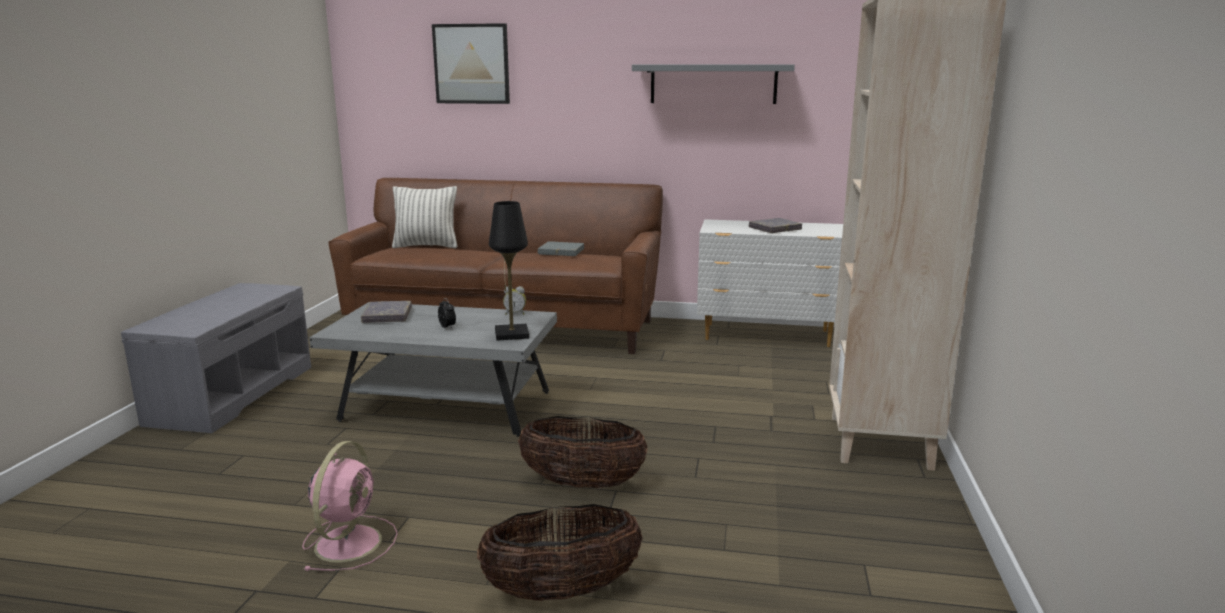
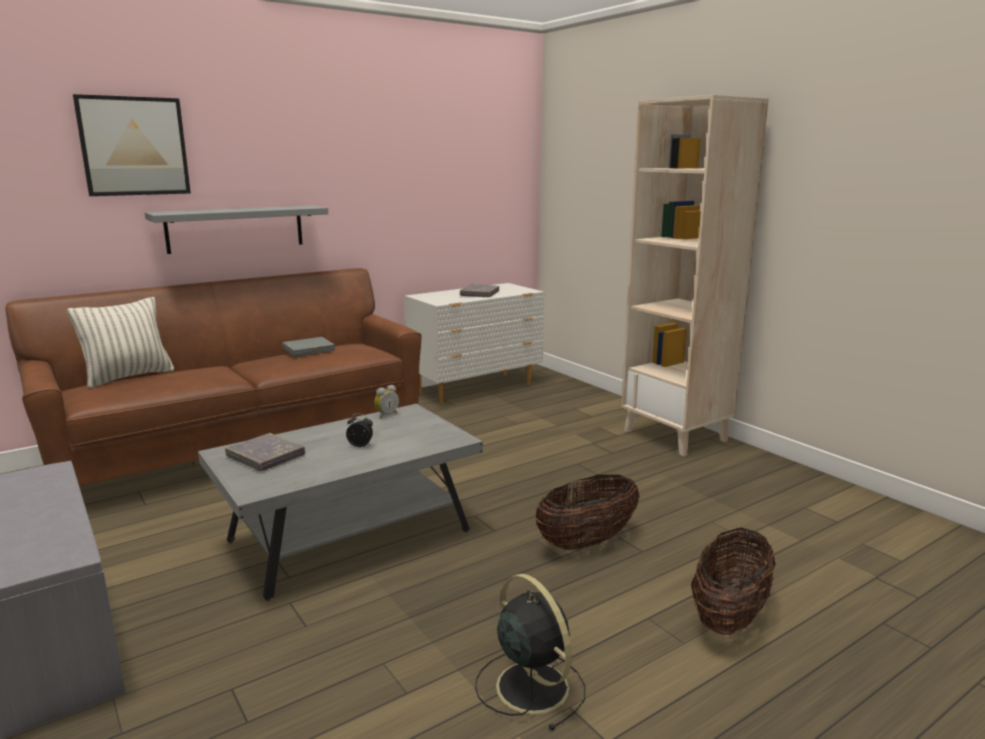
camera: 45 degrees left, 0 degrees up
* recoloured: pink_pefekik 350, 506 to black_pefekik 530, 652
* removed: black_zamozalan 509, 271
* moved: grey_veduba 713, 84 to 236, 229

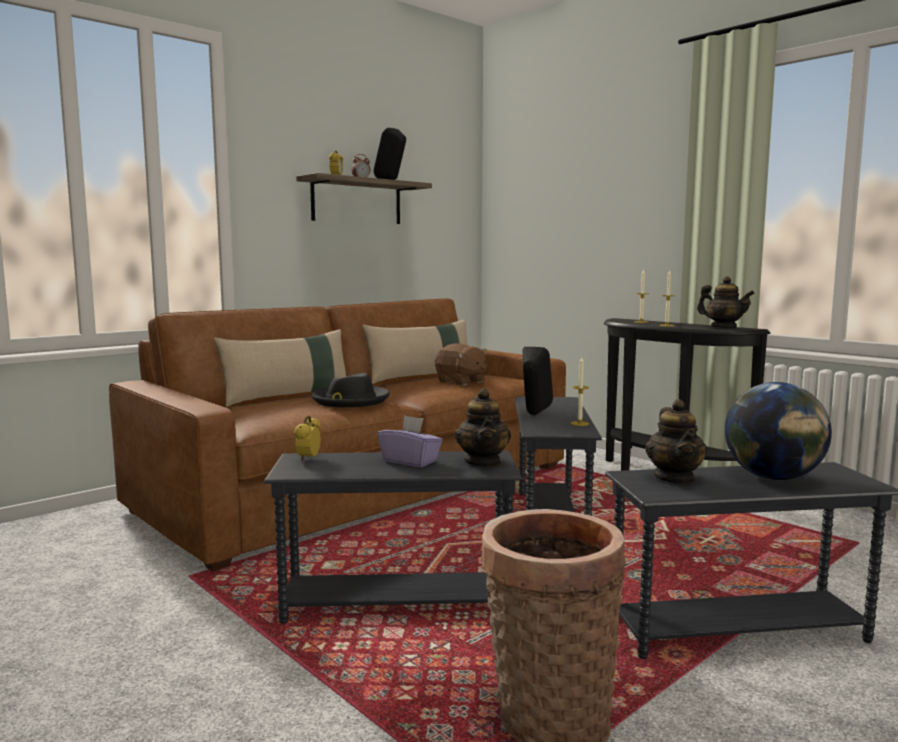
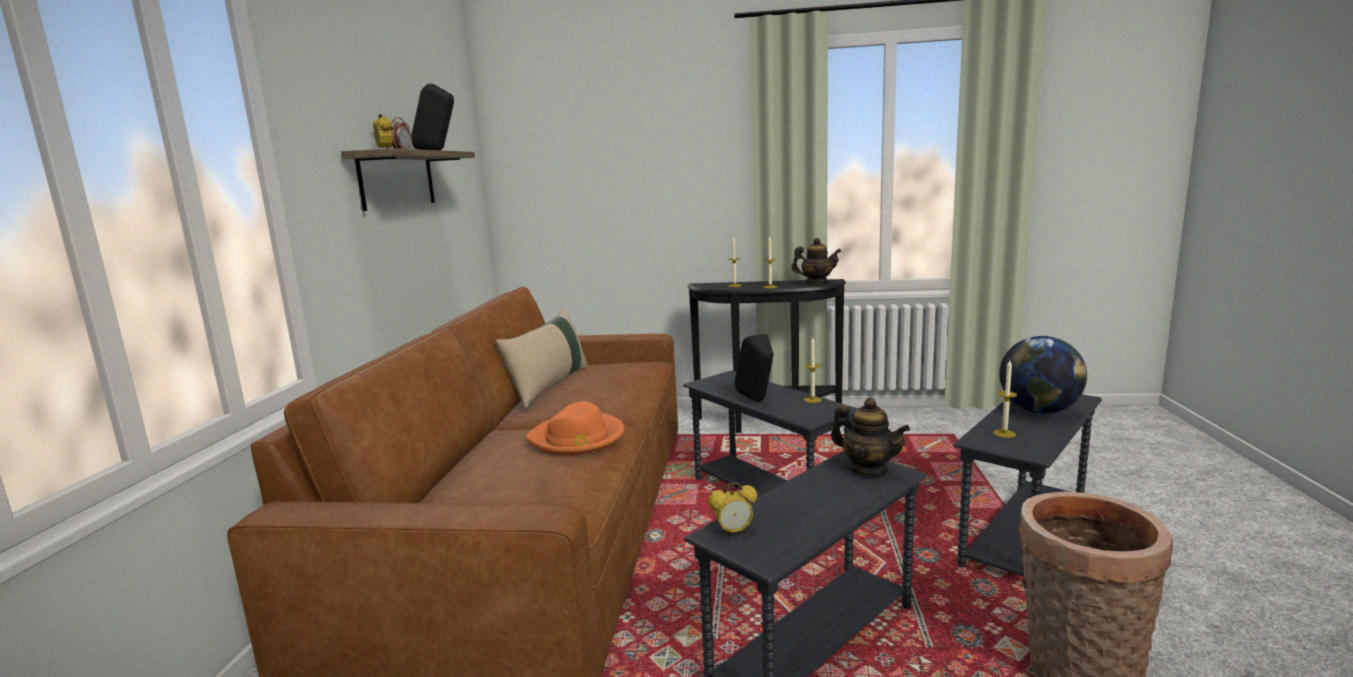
camera: 40 degrees left, 5 degrees up
* removed: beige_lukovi 279, 368
* turned: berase 307, 438 = 732, 509 75 degrees counterclockwise
* recoloured: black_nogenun 351, 390 to orange_nogenun 574, 428
* removed: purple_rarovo 410, 441
* removed: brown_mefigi 461, 364
* replaced: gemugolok 676, 441 to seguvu 1005, 399

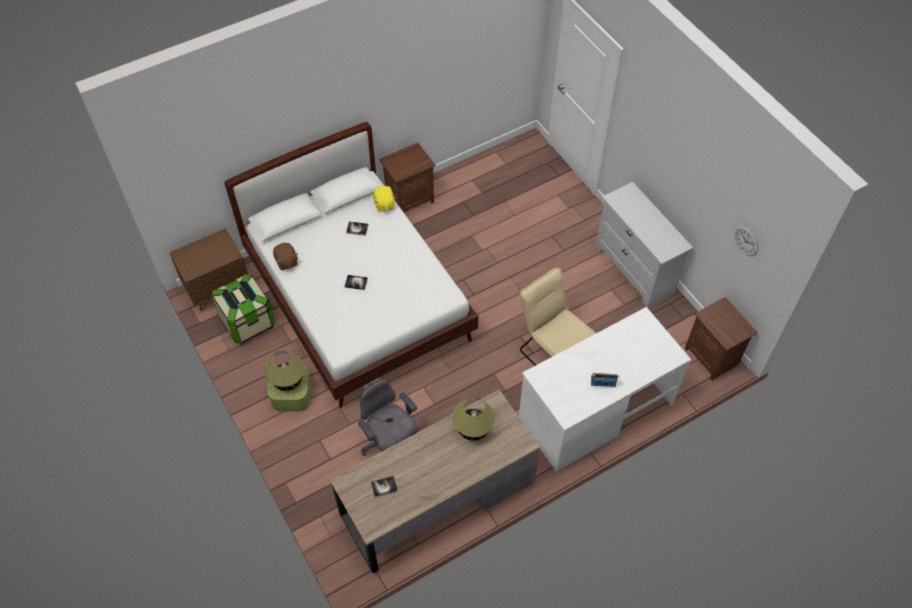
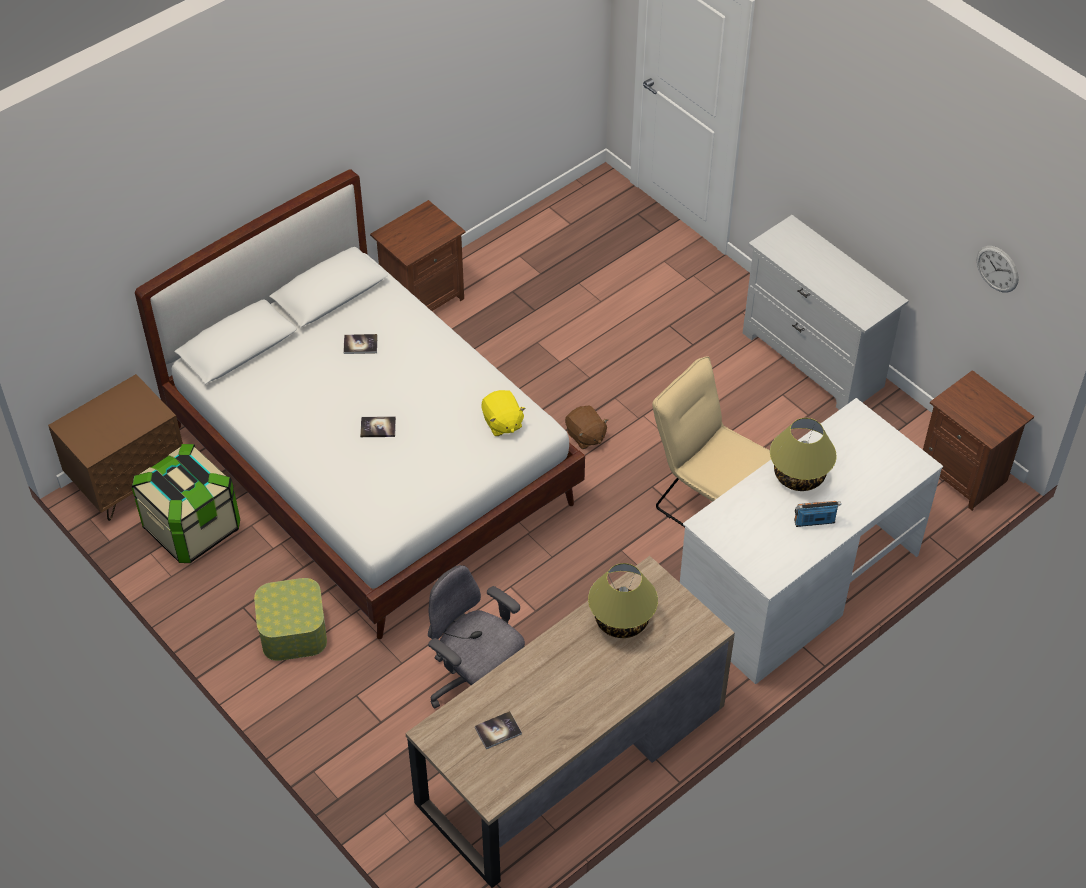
camera: 10 degrees left, 5 degrees down
* moved: zamozalan 284, 371 to 803, 454
* moved: brown_mefigi 285, 256 to 586, 427
* moved: yellow_mefigi 384, 199 to 503, 413

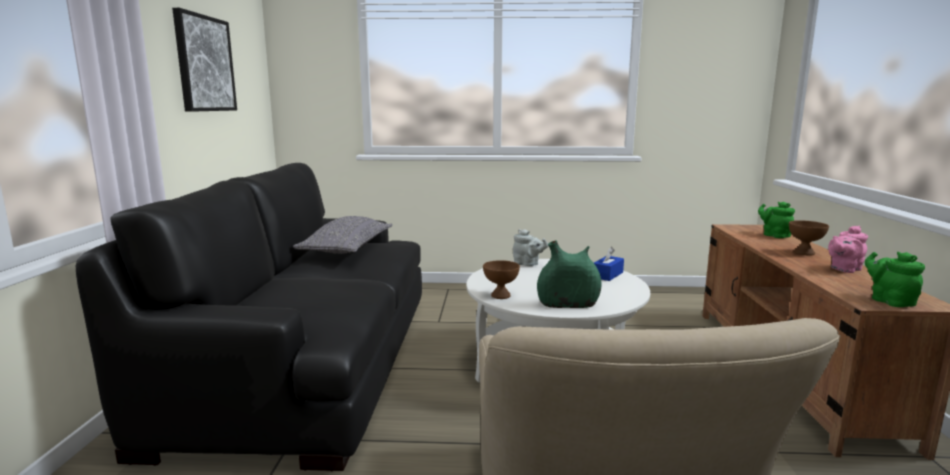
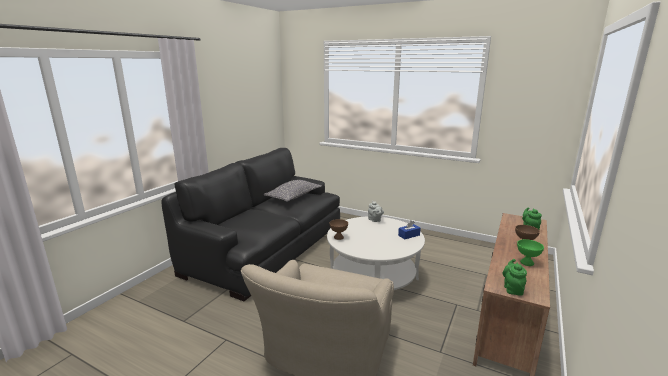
camera: 25 degrees right, 5 degrees up
* removed: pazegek 204, 60
* removed: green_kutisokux 569, 274
* replaced: pink_gemugolok 848, 249 to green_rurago 530, 252

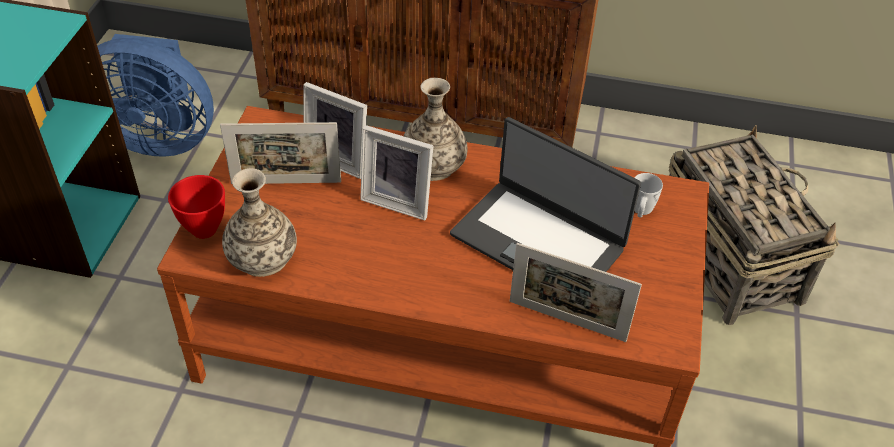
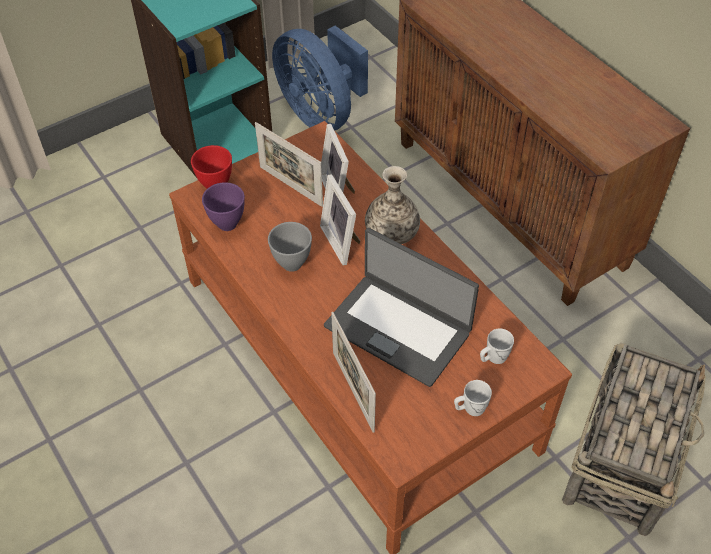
camera: 45 degrees right, 5 degrees up
* replaced: kutisokux 259, 222 to purple_rurago 223, 206
* turned: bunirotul 545, 194 = 401, 307 45 degrees counterclockwise
* added: grey_rurago 290, 247
* added: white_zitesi 473, 398

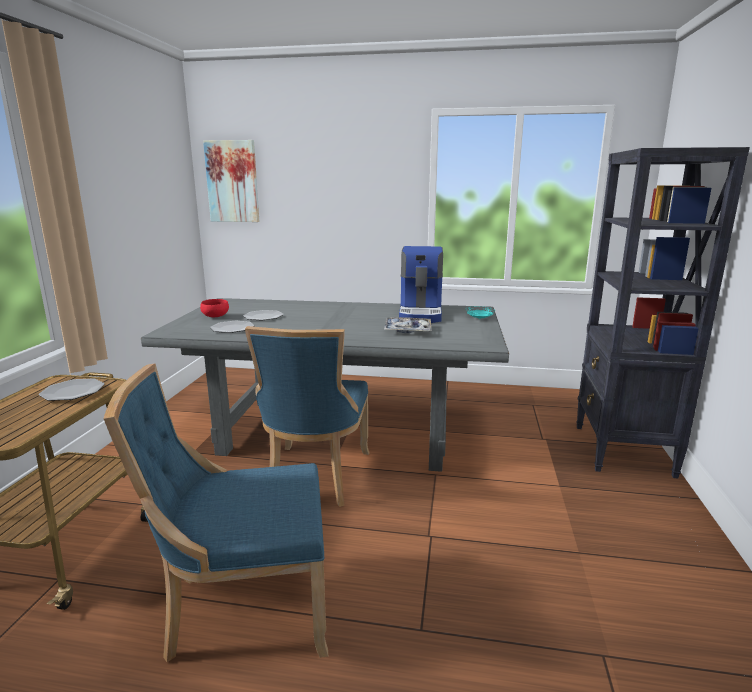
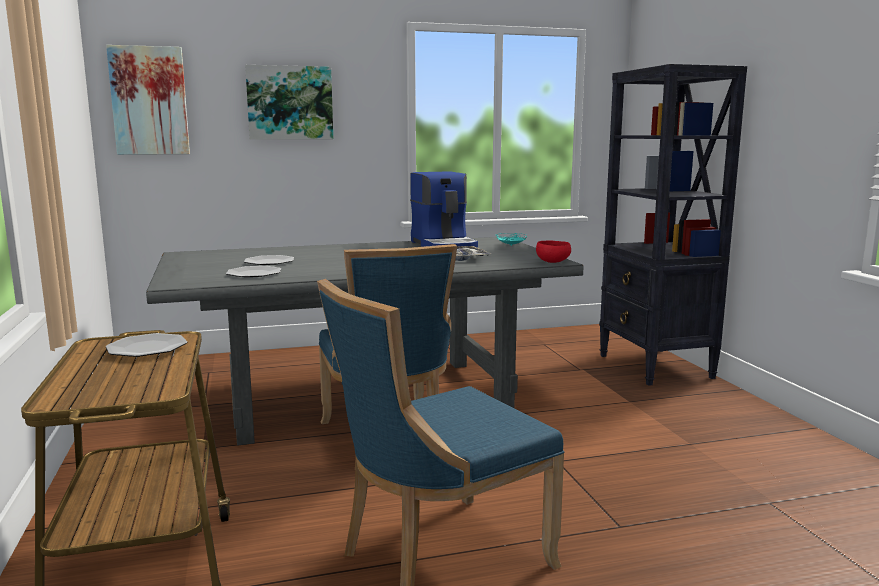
camera: 25 degrees left, 5 degrees down
* moved: red_rurago 214, 308 to 553, 251
* added: pazegek 289, 102

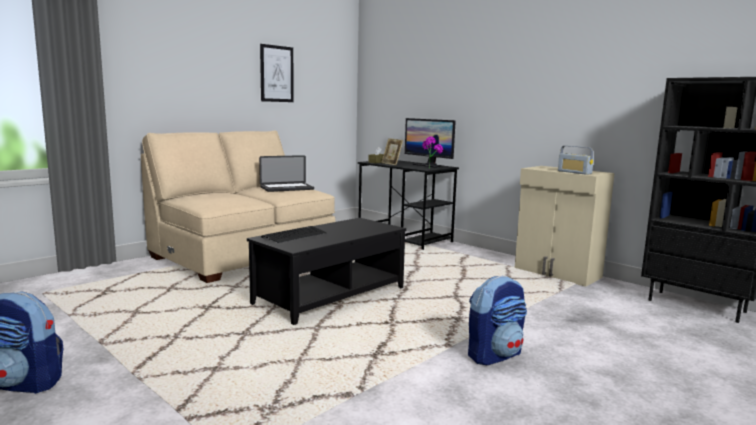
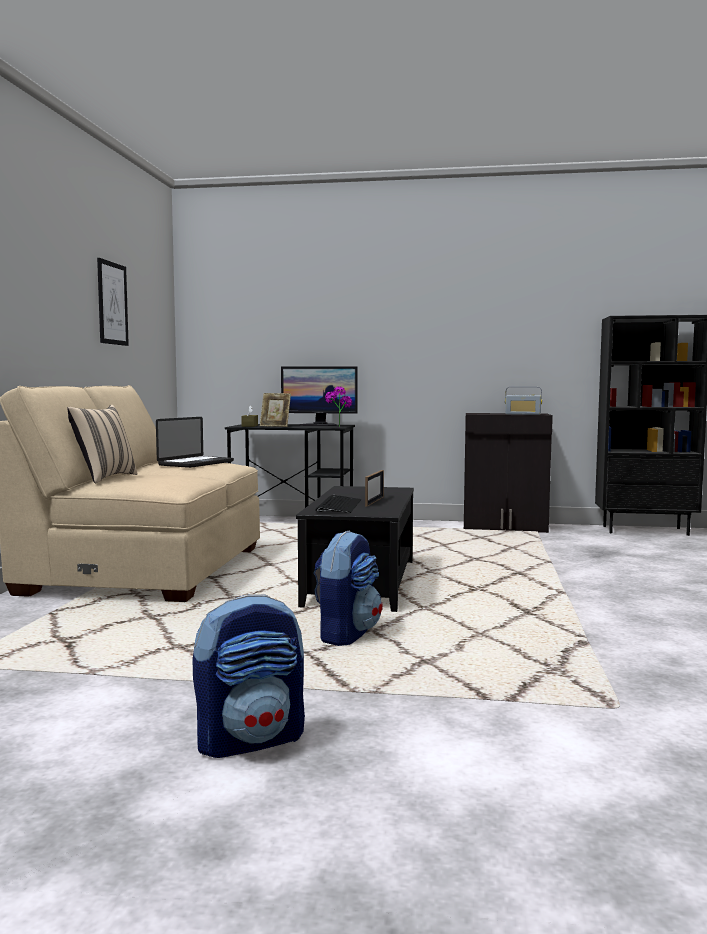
camera: 35 degrees left, 5 degrees down
* moved: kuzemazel 497, 320 to 347, 588
* recoloured: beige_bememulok 564, 226 to black_bememulok 508, 473
* added: beige_lukovi 102, 444
* added: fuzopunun 374, 488

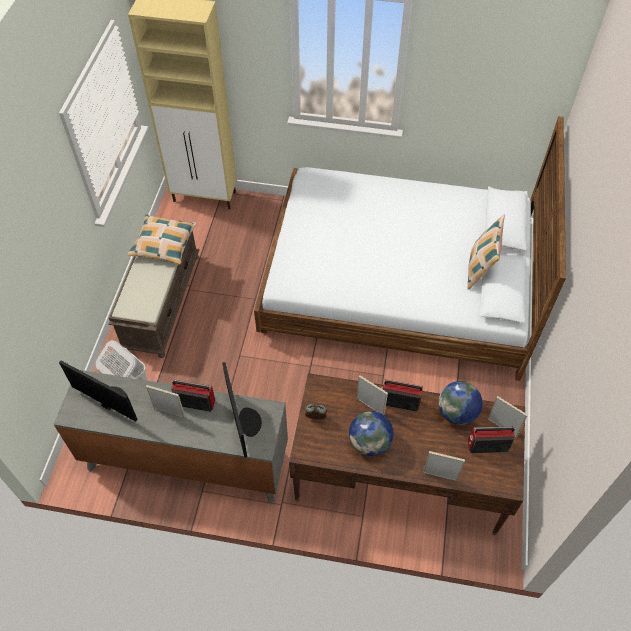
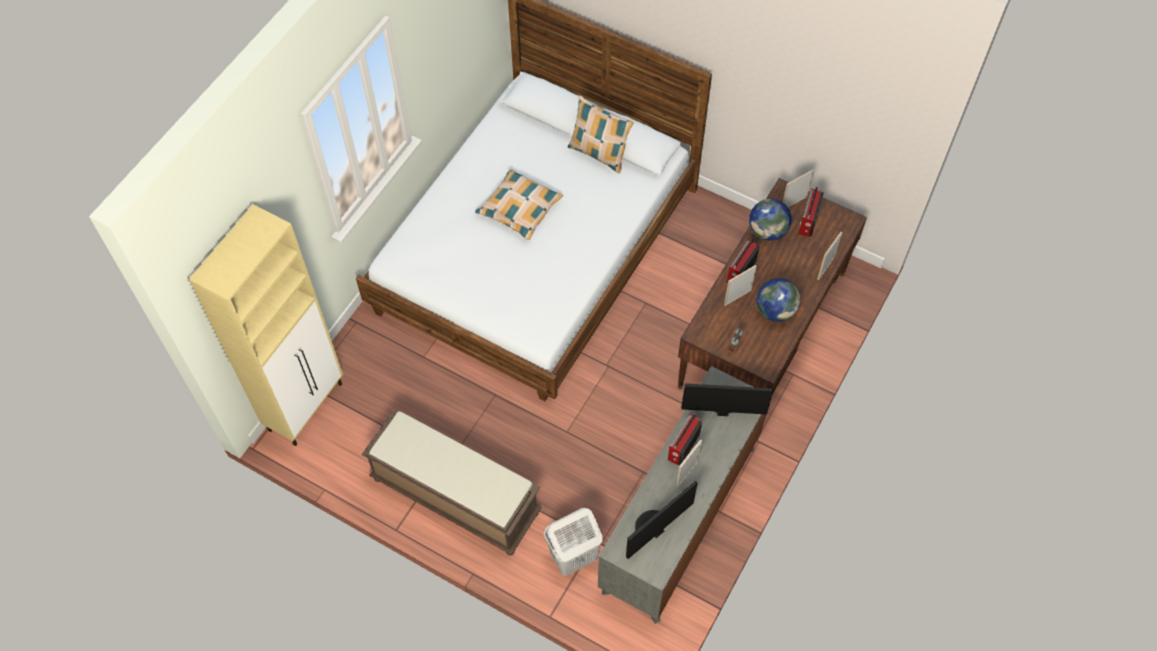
camera: 70 degrees left, 5 degrees up
* moved: lukovi 162, 239 to 519, 204

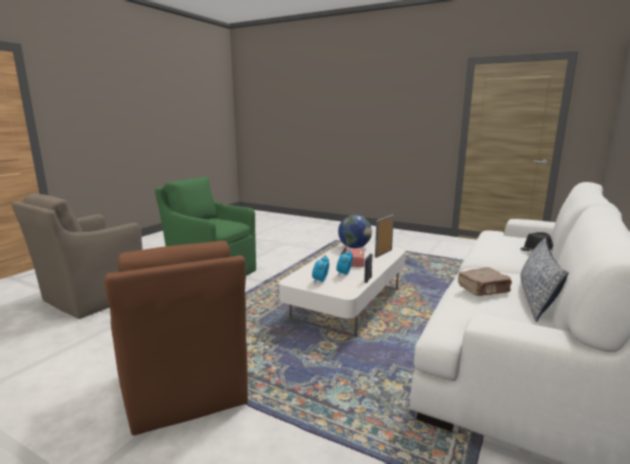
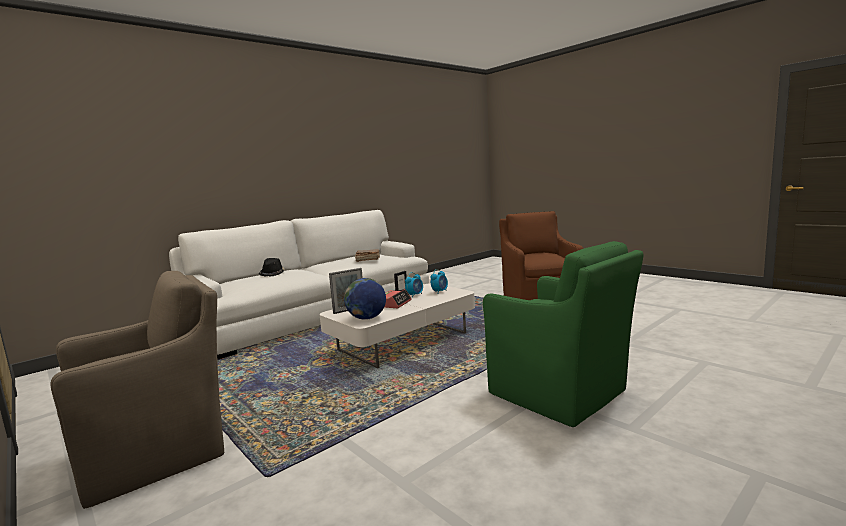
camera: 160 degrees left, 5 degrees down
* moved: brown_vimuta 77, 256 to 137, 390
* removed: lukovi 544, 280

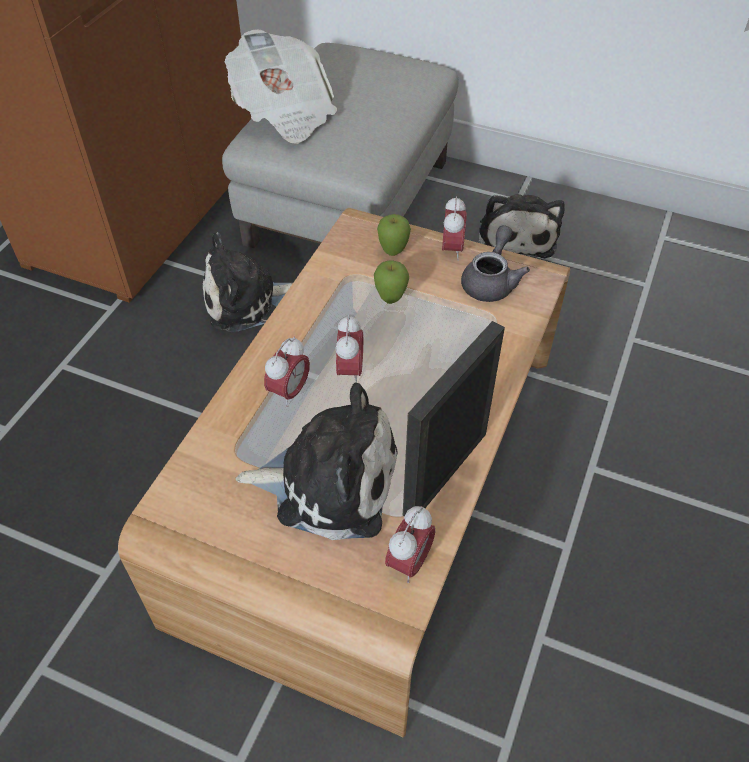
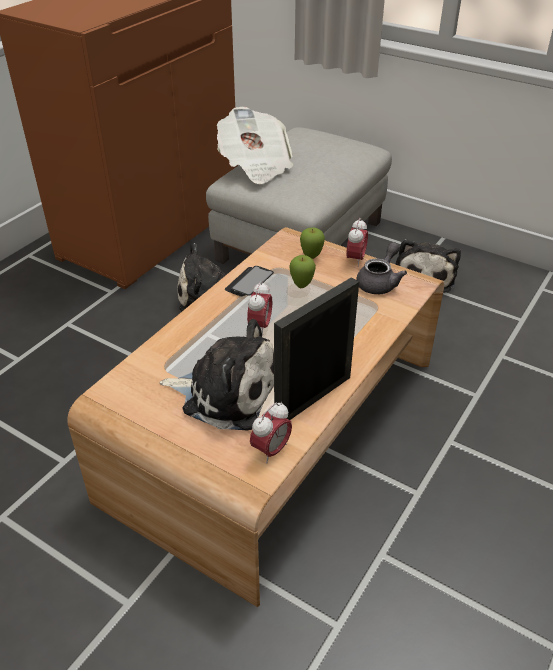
camera: 10 degrees right, 10 degrees down
* removed: berase 287, 371
* added: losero 249, 281

